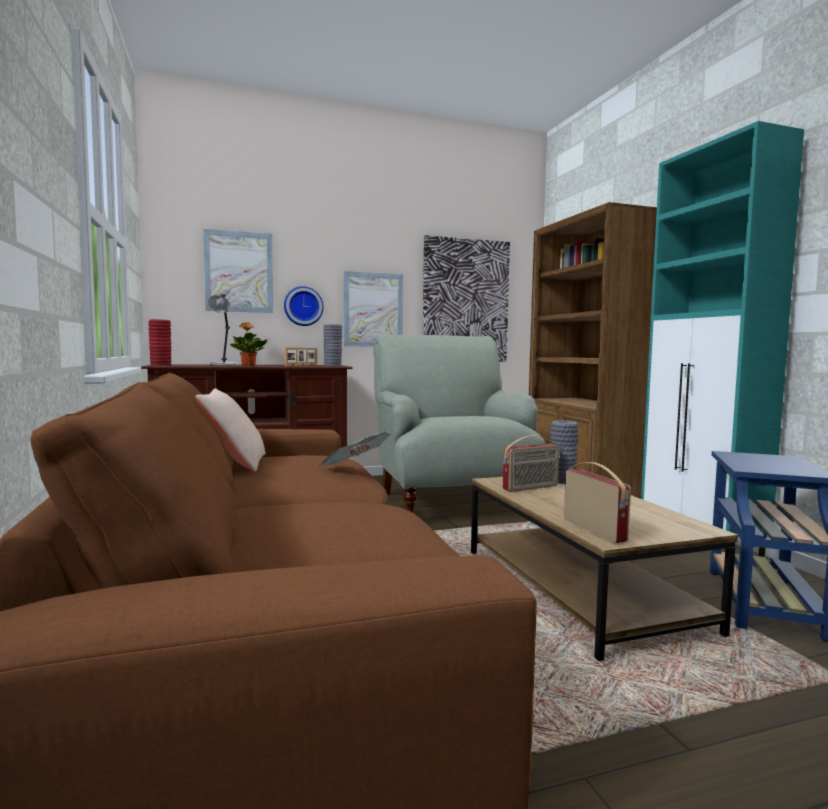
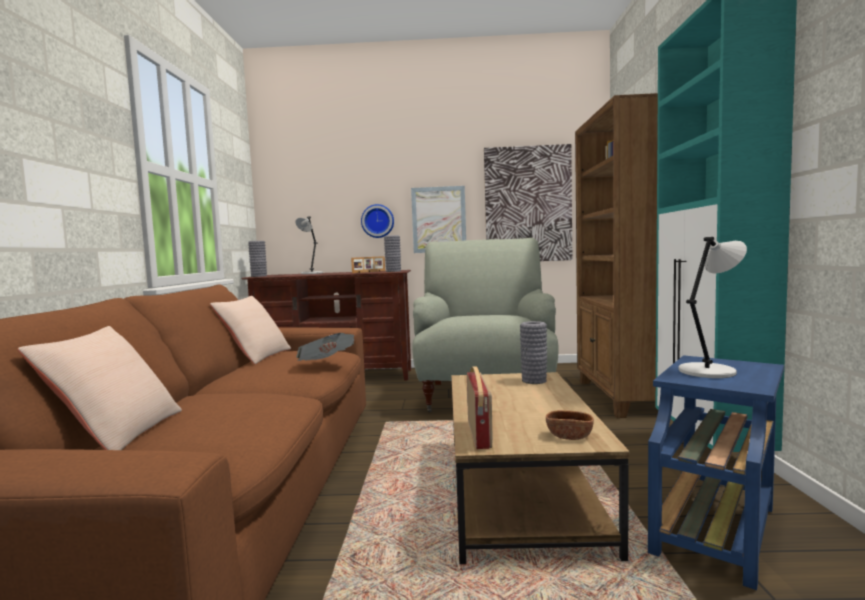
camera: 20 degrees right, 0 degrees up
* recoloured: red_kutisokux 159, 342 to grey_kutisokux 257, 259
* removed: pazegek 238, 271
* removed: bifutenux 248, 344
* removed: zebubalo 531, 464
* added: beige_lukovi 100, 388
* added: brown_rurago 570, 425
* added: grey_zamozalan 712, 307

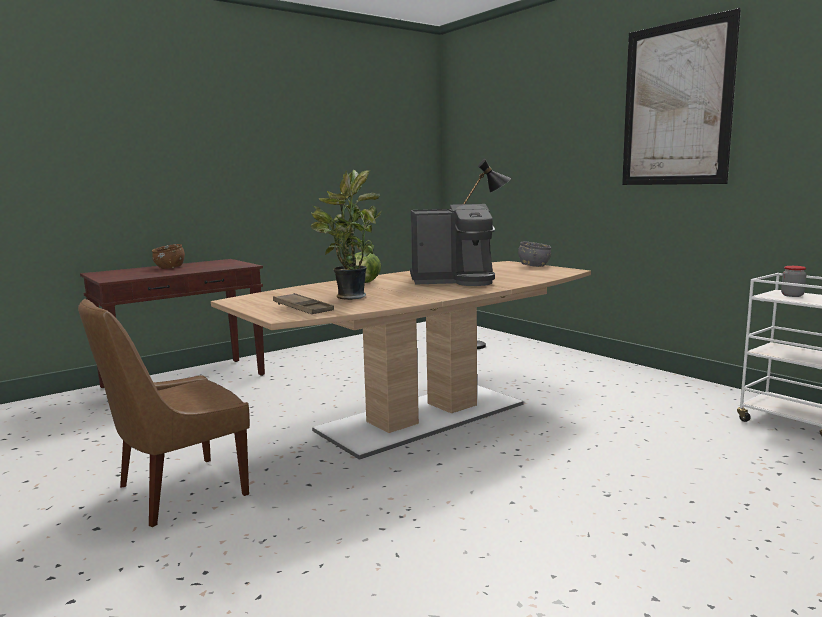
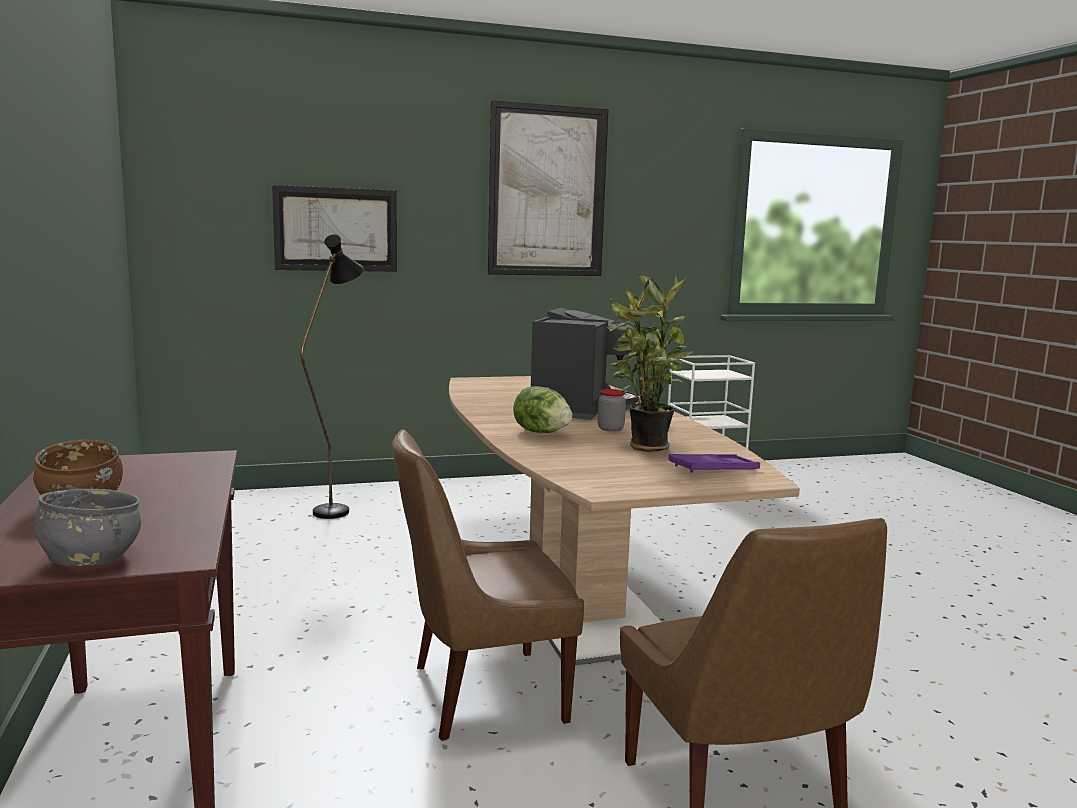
camera: 70 degrees left, 0 degrees up
* recoloured: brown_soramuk 303, 303 to purple_soramuk 714, 463
* moved: grey_rurago 534, 254 to 87, 527
* moved: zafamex 793, 281 to 612, 410
* added: pazegek 334, 228
* added: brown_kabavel 488, 585

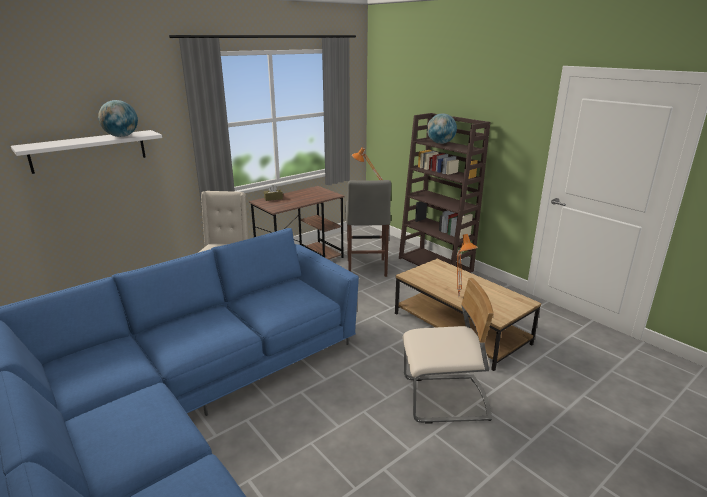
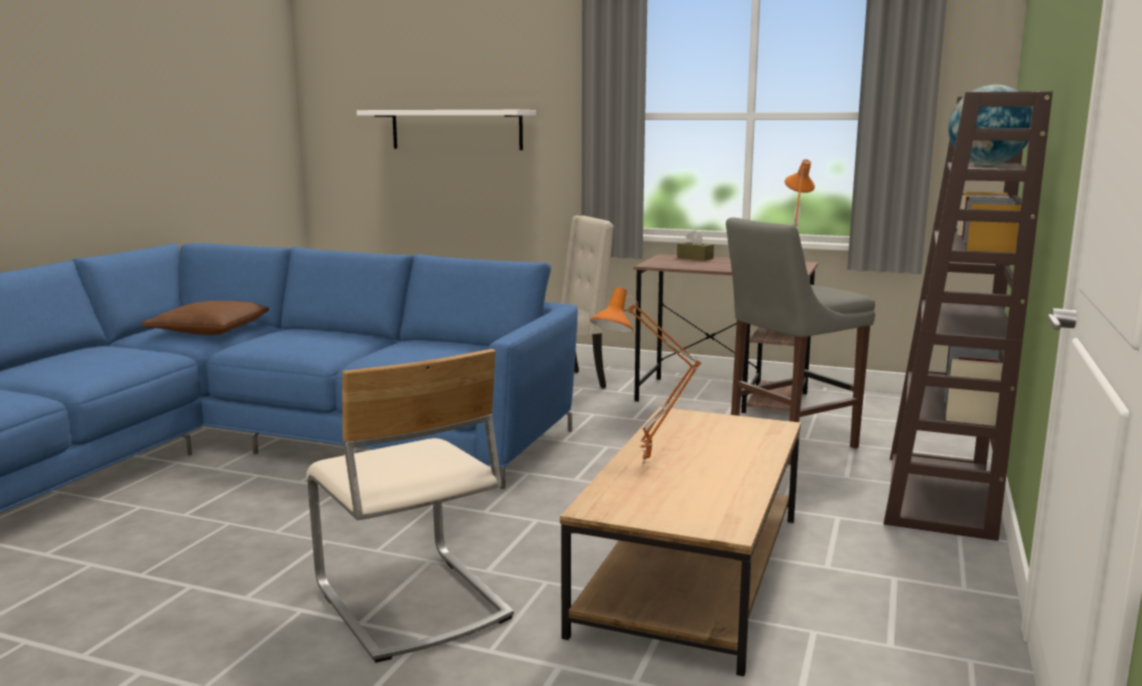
camera: 60 degrees right, 10 degrees down
* removed: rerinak 118, 118
* added: brown_lukovi 205, 318

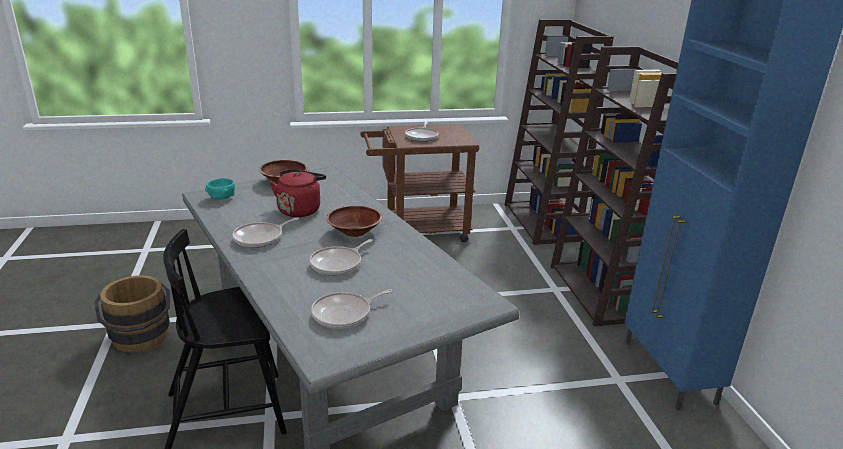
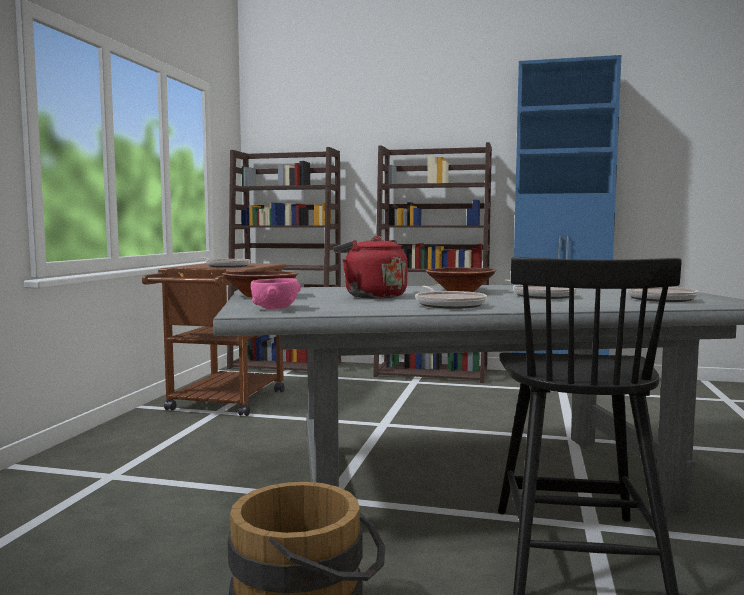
camera: 65 degrees left, 20 degrees down
* recoloured: turquoise_rurago 220, 188 to pink_rurago 276, 293

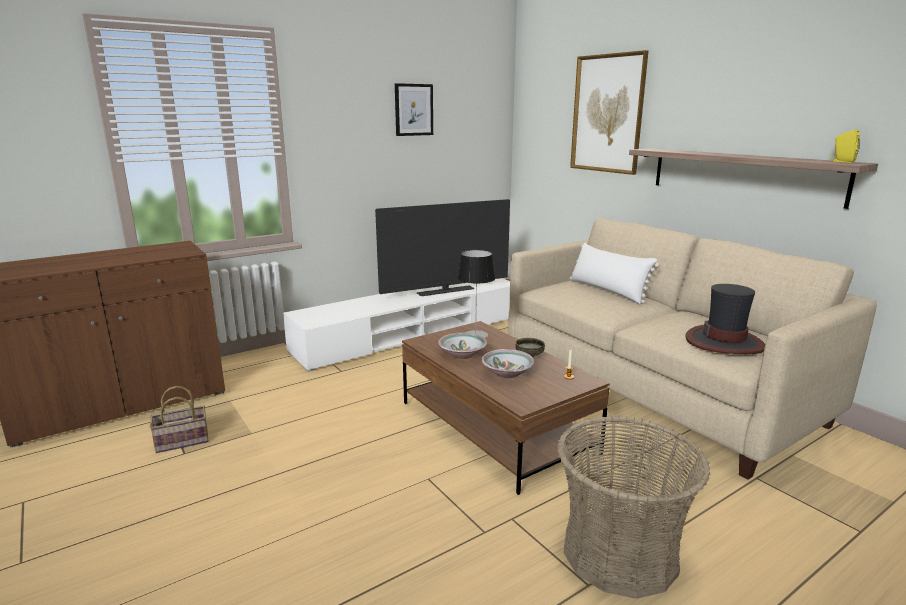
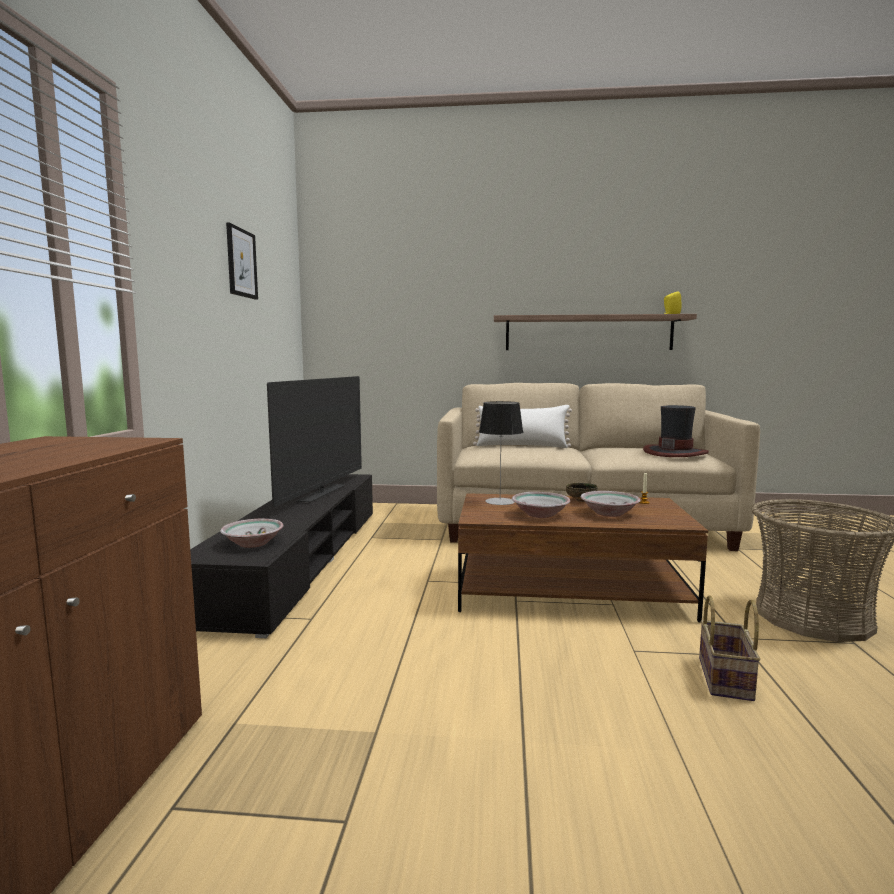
camera: 50 degrees left, 10 degrees down
* moved: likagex 179, 419 to 729, 648
* recoloured: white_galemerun 396, 325 to black_galemerun 281, 556
* removed: pazegek 609, 112
* added: rurago 251, 533

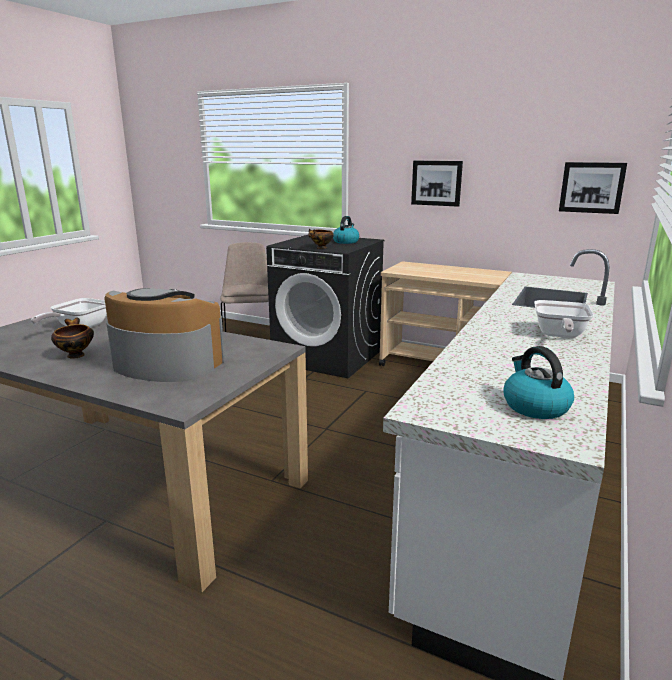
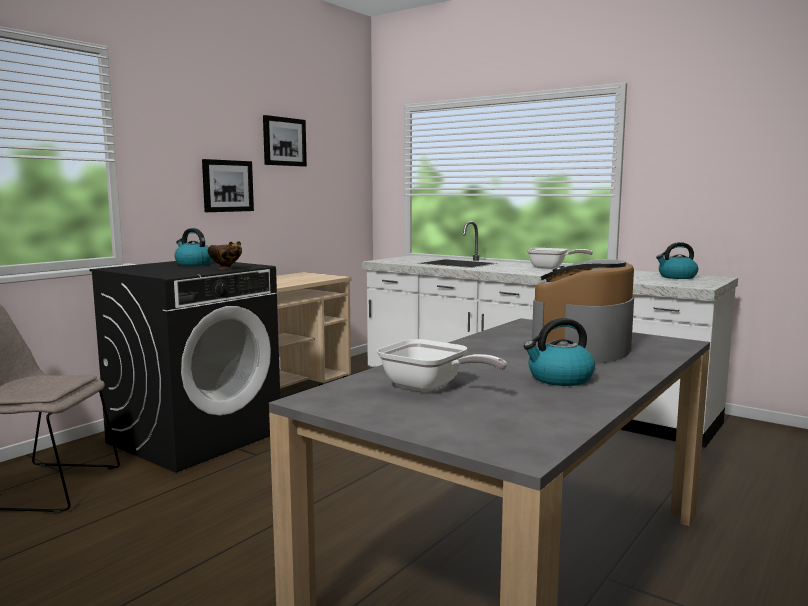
camera: 80 degrees left, 10 degrees down
* replaced: rurago 72, 338 to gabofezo 559, 352
* moved: pazegek 593, 188 to 285, 141

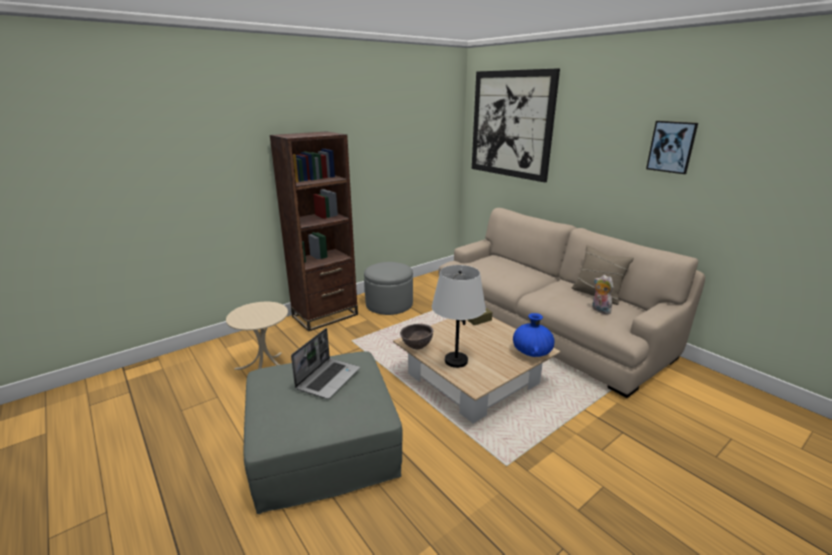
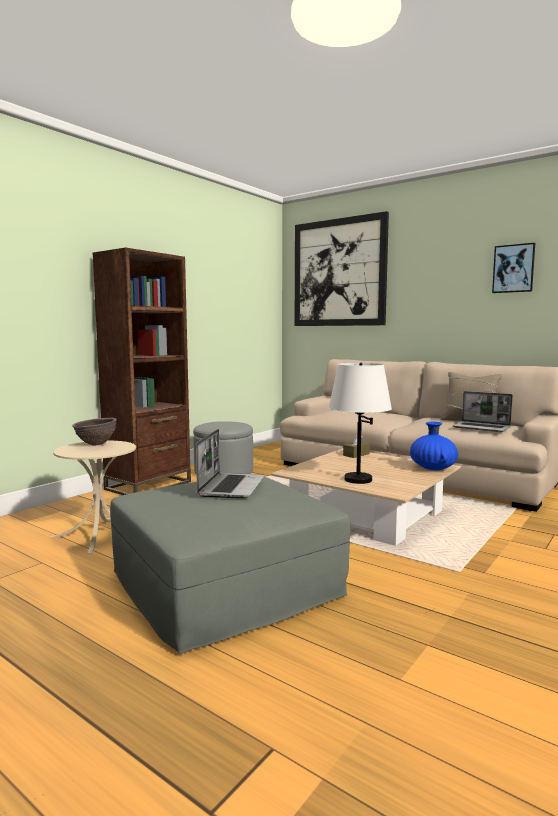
camera: 15 degrees left, 15 degrees down
* moved: brown_rurago 416, 337 to 94, 431
* replaced: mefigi 603, 294 to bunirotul 483, 411

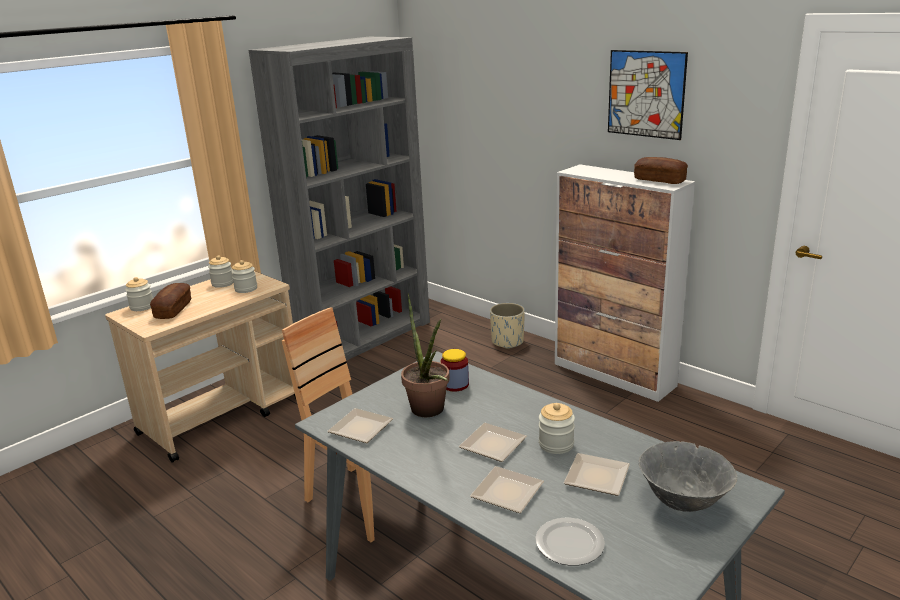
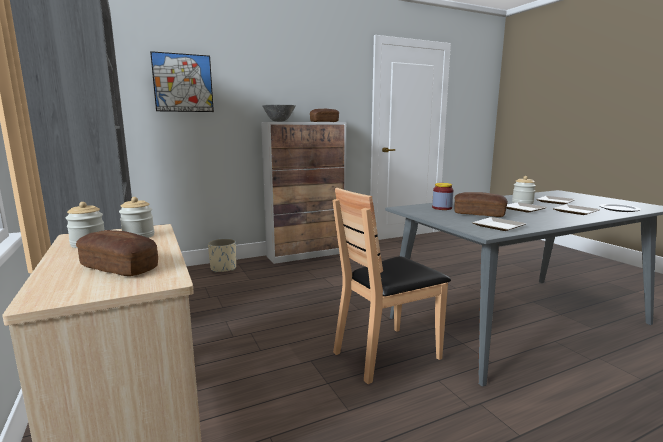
camera: 70 degrees left, 10 degrees down
* removed: zafamex 139, 294
* replaced: bifutenux 425, 355 to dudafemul 481, 204
* moved: pazegek 648, 95 to 182, 81
* moved: grey_rurago 687, 476 to 279, 113

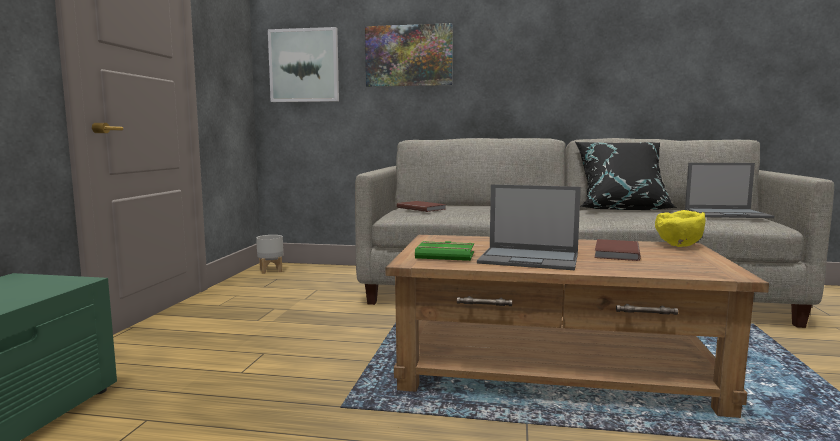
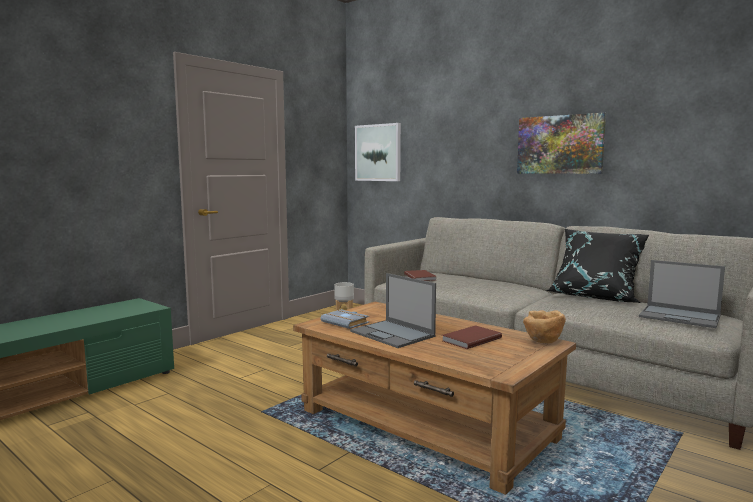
camera: 30 degrees right, 0 degrees up
* moved: pazegek 409, 55 to 561, 143
* recoloured: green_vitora 444, 251 to grey_vitora 344, 319
* recoloured: yellow_rurago 680, 228 to brown_rurago 544, 327

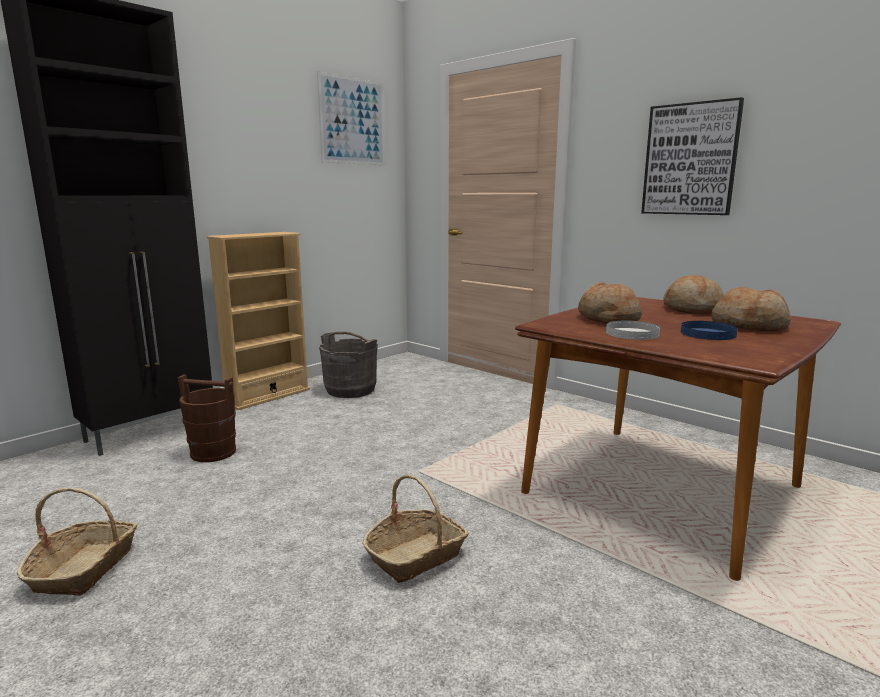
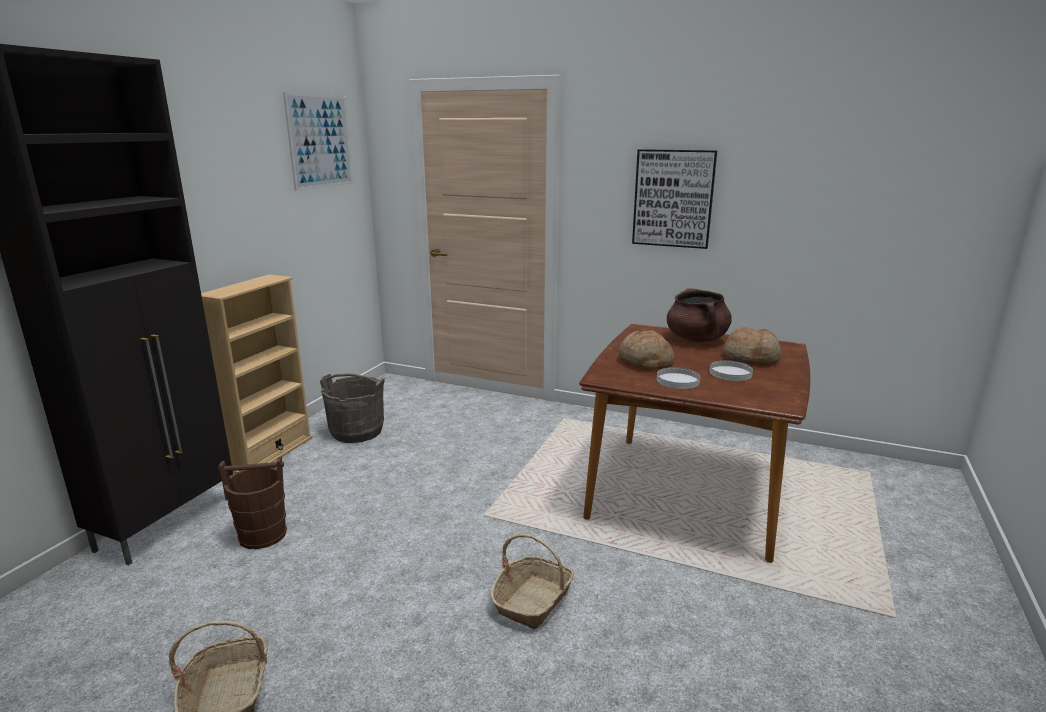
camera: 20 degrees left, 5 degrees up
* replaced: dudafemul 693, 294 to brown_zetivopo 699, 315
* recoloured: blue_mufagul 709, 330 to white_mufagul 731, 370

